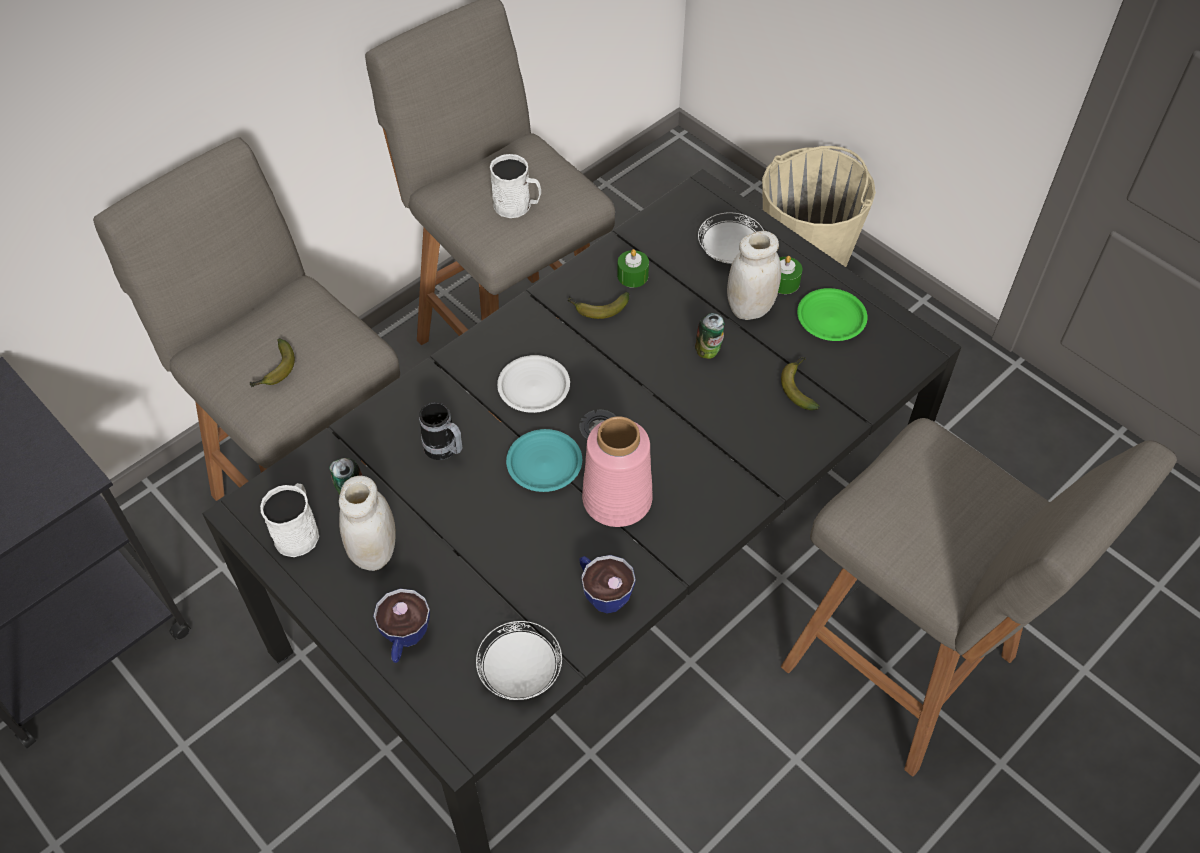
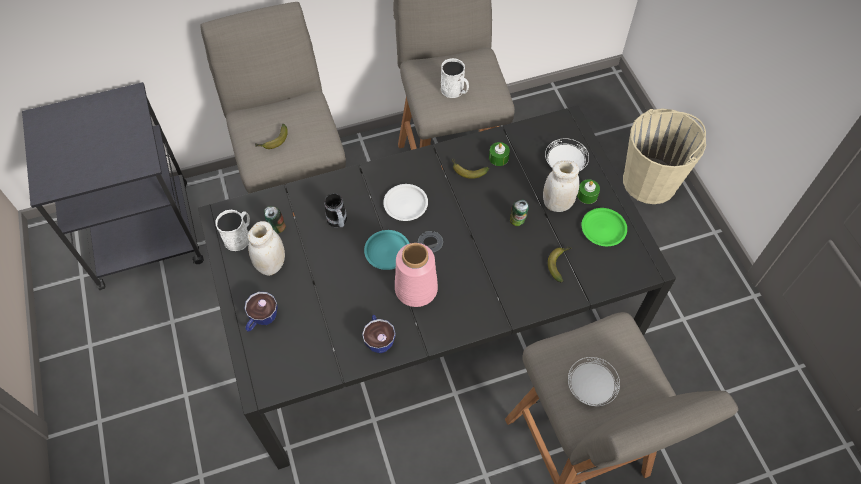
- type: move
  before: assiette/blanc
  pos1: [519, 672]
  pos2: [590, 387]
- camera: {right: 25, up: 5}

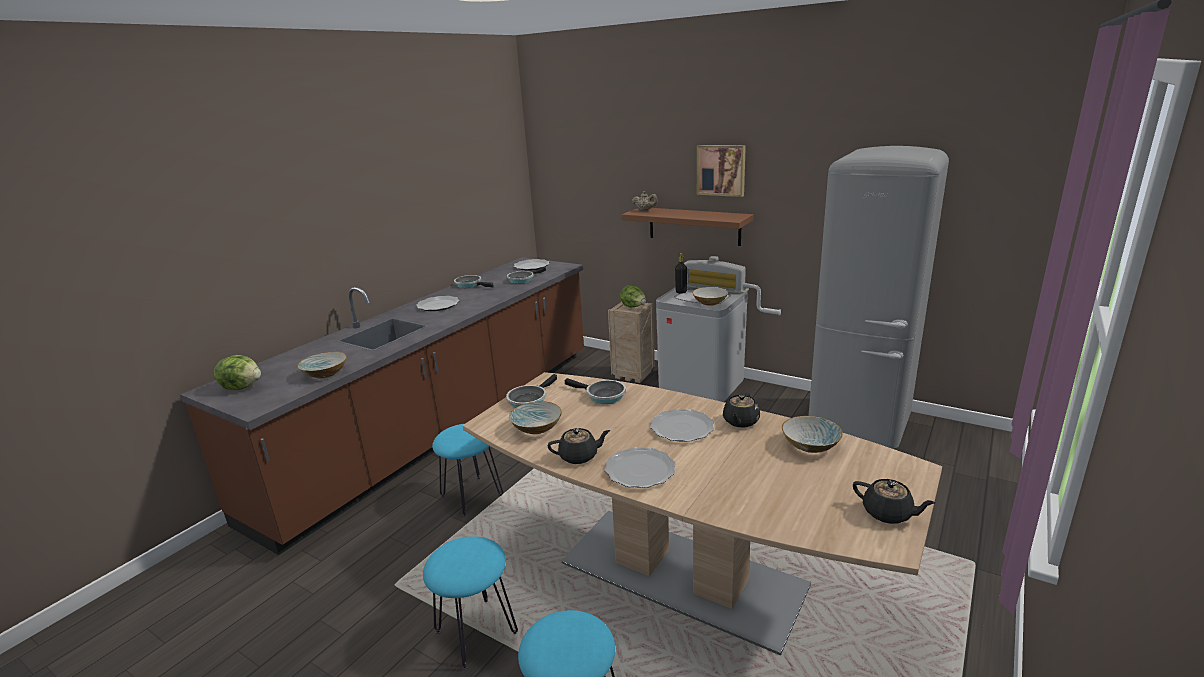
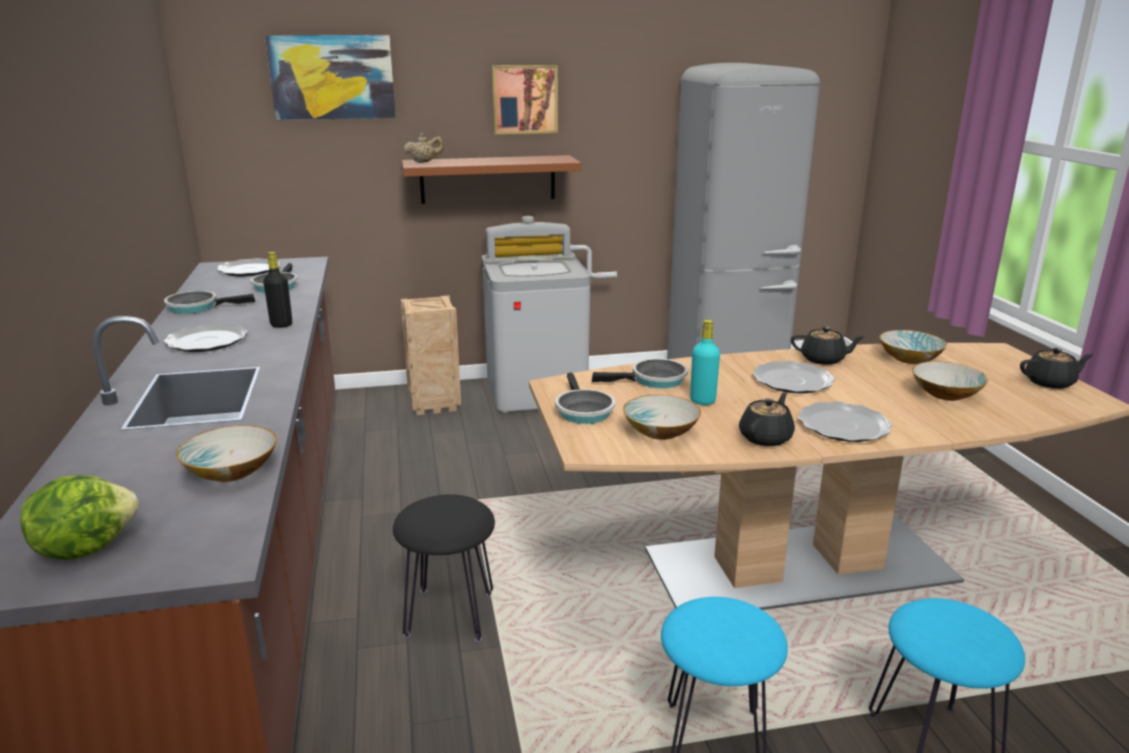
- type: move
  before: bouteille/noir
  pos1: [681, 292]
  pos2: [281, 325]
- type: delete
  before: laitue
  pos1: [634, 307]
- type: move
  before: bol
  pos1: [709, 303]
  pos2: [945, 394]
- type: rotate
  before: théière/noir
  pos1: [740, 421]
  pos2: [823, 360]
  turn: -60
- type: recolor
  before: tabouret/turquoise
  after: tabouret/noir
  pos1: [472, 496]
  pos2: [449, 614]
- type: insert
  after: tableau
  pos2: [332, 77]
- type: insert
  after: bouteille/turquoise
  pos2: [702, 401]
- camera: {right: -45, up: 0}

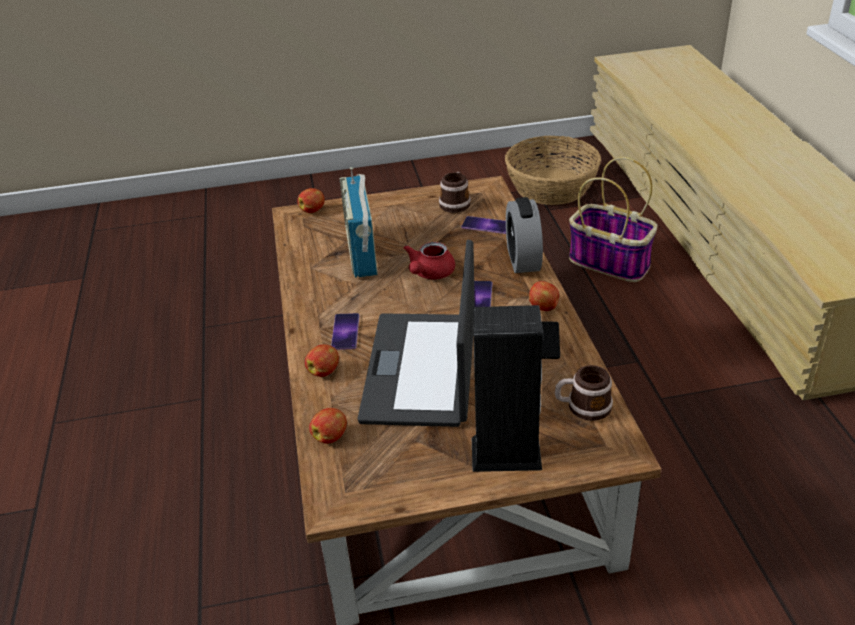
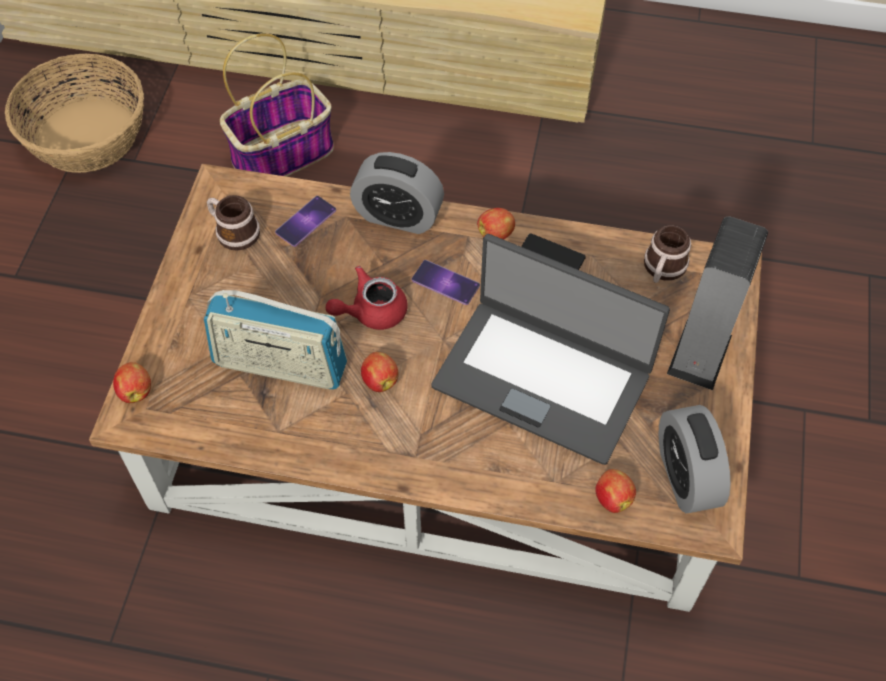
- type: rotate
  before: théière/rouge
  pos1: [429, 274]
  pos2: [371, 312]
  turn: 105
- type: delete
  before: téléphone
  pos1: [345, 331]
- type: move
  before: pomme
  pos1: [324, 371]
  pos2: [379, 380]
- type: insert
  after: réveil
  pos2: [686, 476]
- camera: {right: -70, up: 20}

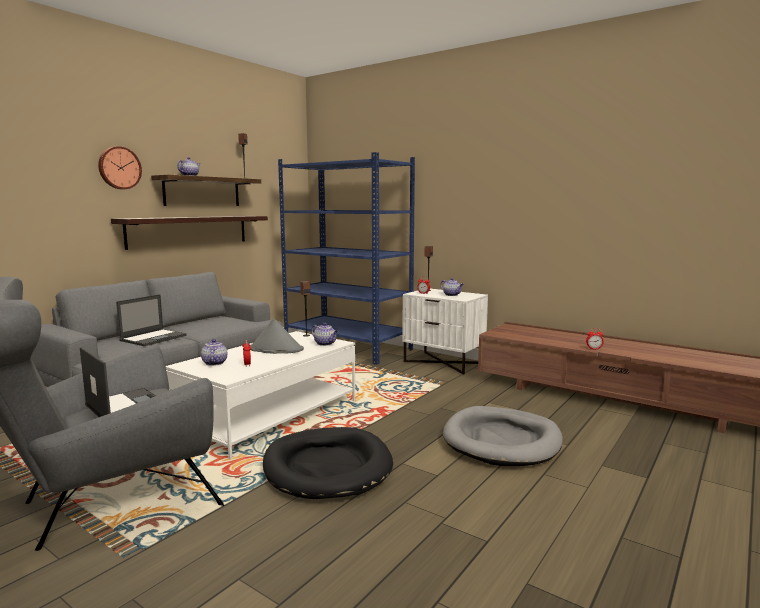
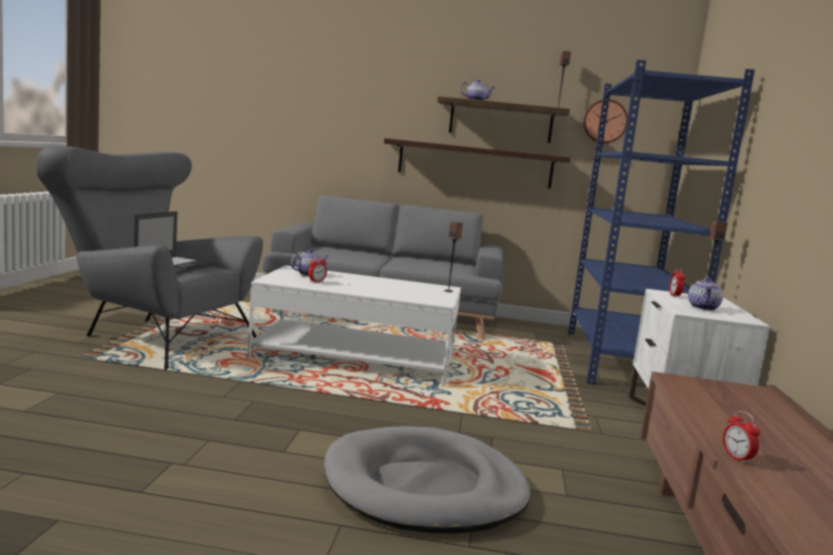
- type: move
  before: horloge murale
  pos1: [119, 168]
  pos2: [605, 121]
- type: delete
  before: ordinateur portable
  pos1: [154, 338]
- type: delete
  before: chapeau/gris
  pos1: [276, 349]
- type: delete
  before: théière
  pos1: [325, 343]
- type: delete
  before: panier pour chien/noir
  pos1: [327, 467]
- camera: {right: 60, up: 0}

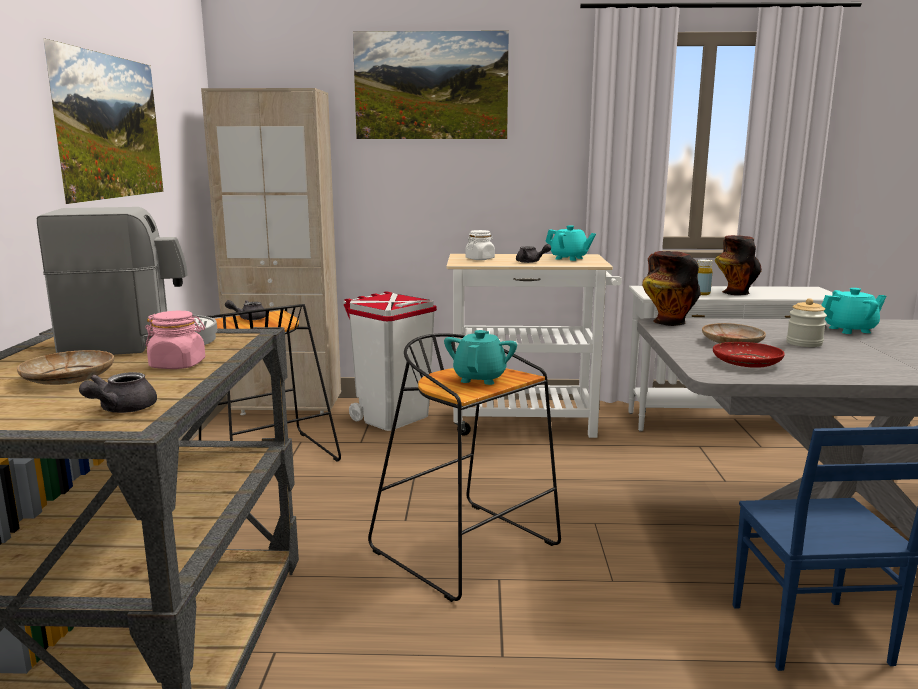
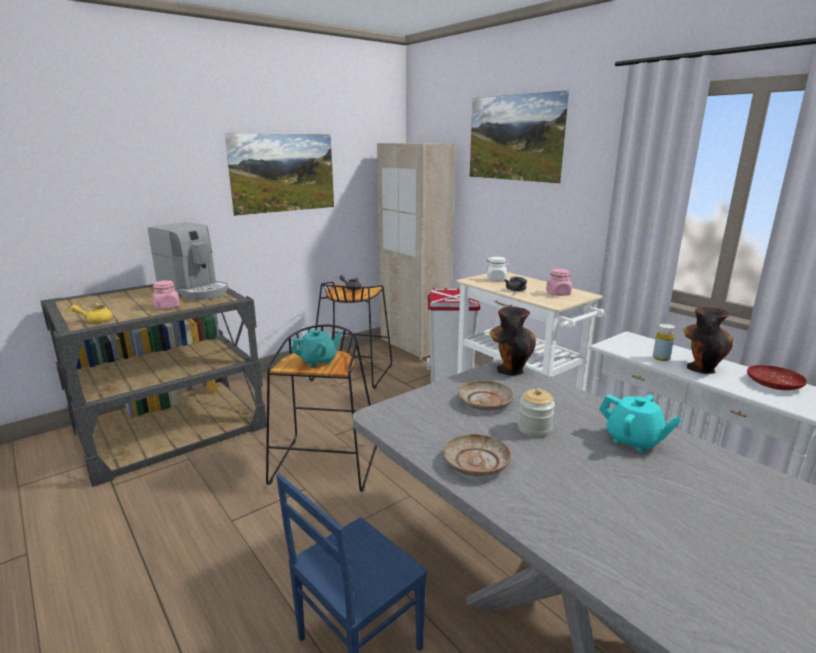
- type: replace
  before: théière/turquoise
  after: bocal/rose
  pos1: [569, 258]
  pos2: [558, 294]
- type: move
  before: assiette/rouge
  pos1: [747, 363]
  pos2: [773, 384]
- type: move
  before: assiette/beige
  pos1: [68, 378]
  pos2: [476, 463]
- type: recolor
  before: théière/gris
  after: théière/jaune
  pos1: [121, 410]
  pos2: [96, 320]
- camera: {right: 50, up: 5}

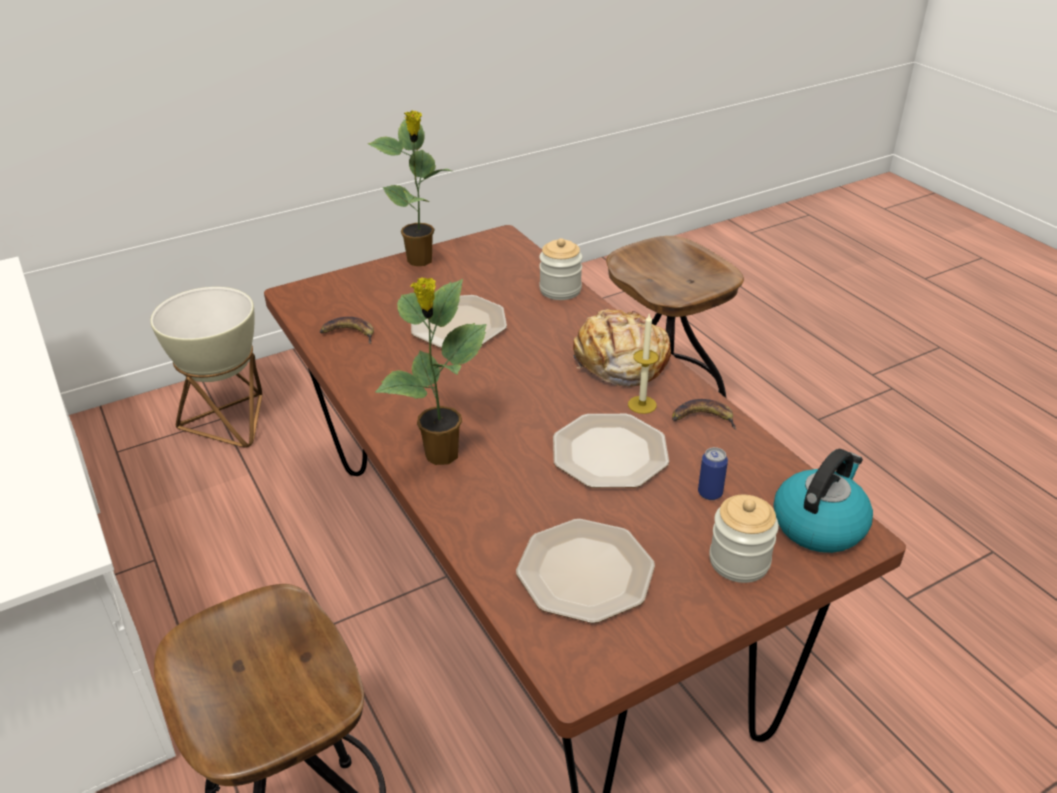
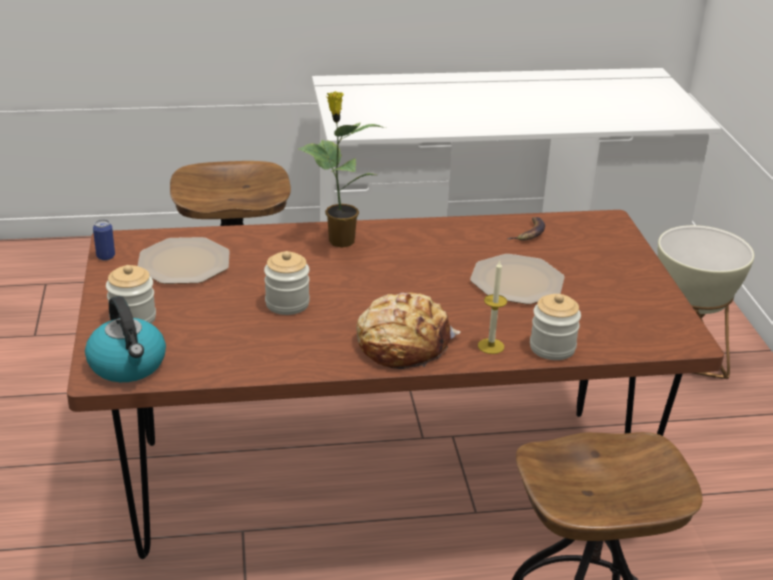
- type: delete
  before: plante en pot
  pos1: [421, 261]
- type: move
  before: bougie
  pos1: [642, 405]
  pos2: [491, 346]
- type: delete
  before: banane
  pos1: [702, 418]
- type: replace
  before: assiette
  after: bocal
  pos1: [609, 452]
  pos2: [287, 304]
- type: move
  before: boîte métallique
  pos1: [710, 493]
  pos2: [105, 256]
- camera: {right: 110, up: -5}

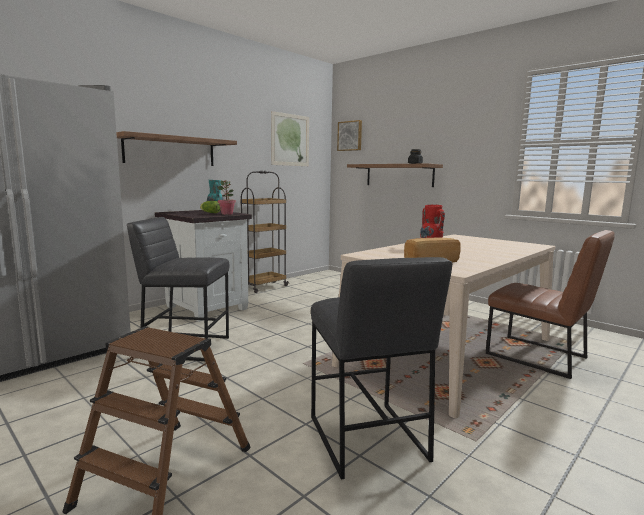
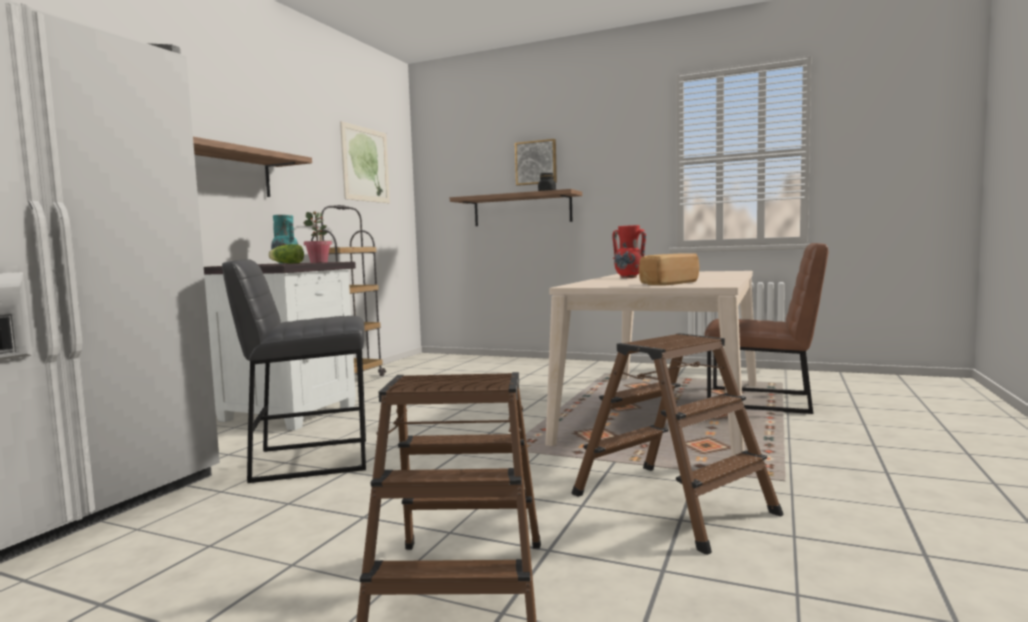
- type: move
  before: tableau
  pos1: [350, 136]
  pos2: [536, 162]
- type: replace
  before: tabouret/gris
  after: escabeau/marron
  pos1: [367, 439]
  pos2: [671, 503]
- camera: {right: -20, up: -5}

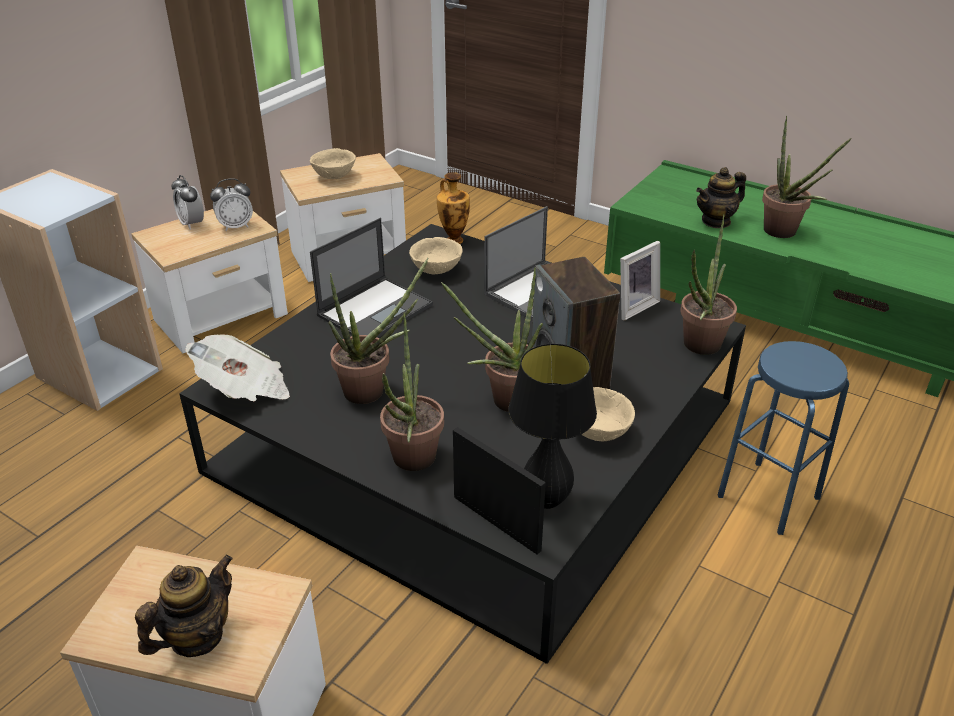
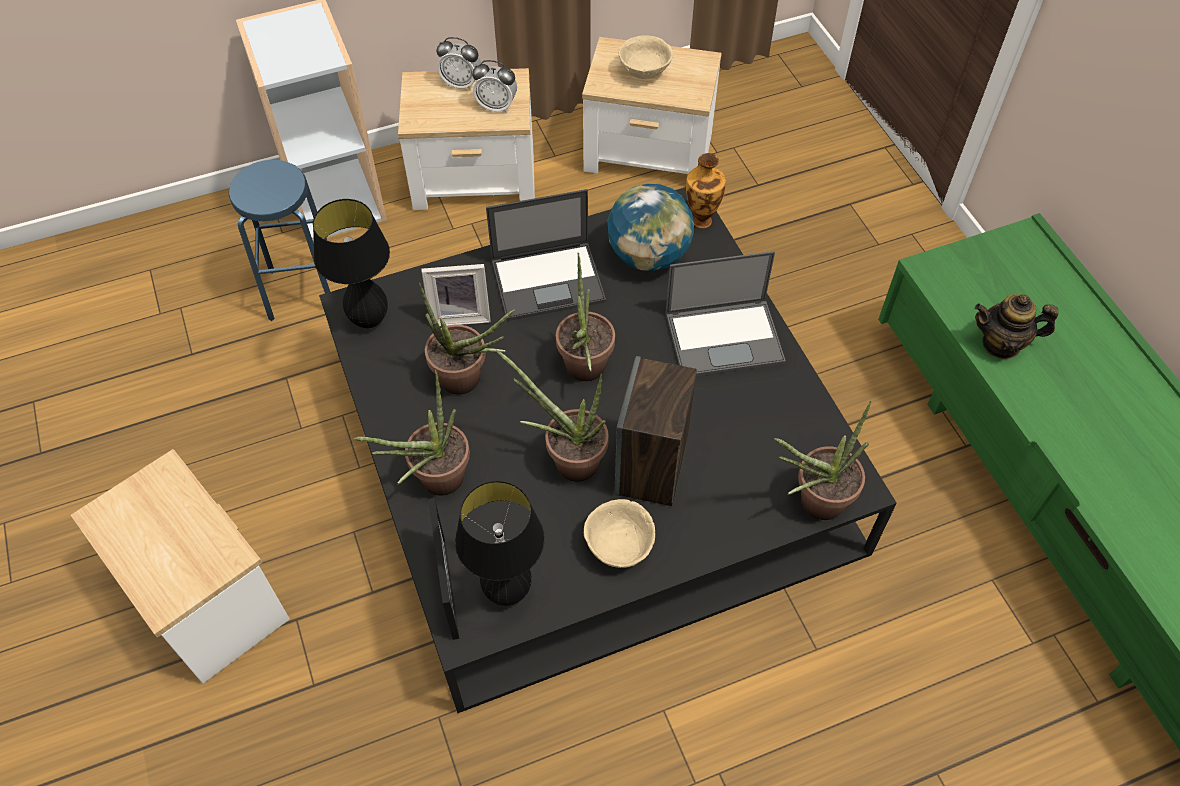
- type: move
  before: plante en pot
  pos1: [785, 234]
  pos2: [584, 373]
- type: rotate
  before: réveil
  pos1: [192, 224]
  pos2: [461, 83]
  turn: -75
- type: replace
  before: bol/beige
  after: globe
  pos1: [437, 270]
  pos2: [649, 255]
- type: move
  before: cadre photo
  pos1: [633, 306]
  pos2: [460, 314]
- type: replace
  before: journal
  after: lampe de table/noir
  pos1: [245, 389]
  pos2: [369, 320]
- type: move
  before: tabouret/bleu
  pos1: [768, 496]
  pos2: [302, 291]
- type: delete
  before: théière
  pos1: [196, 637]
- camera: {right: 35, up: 20}

